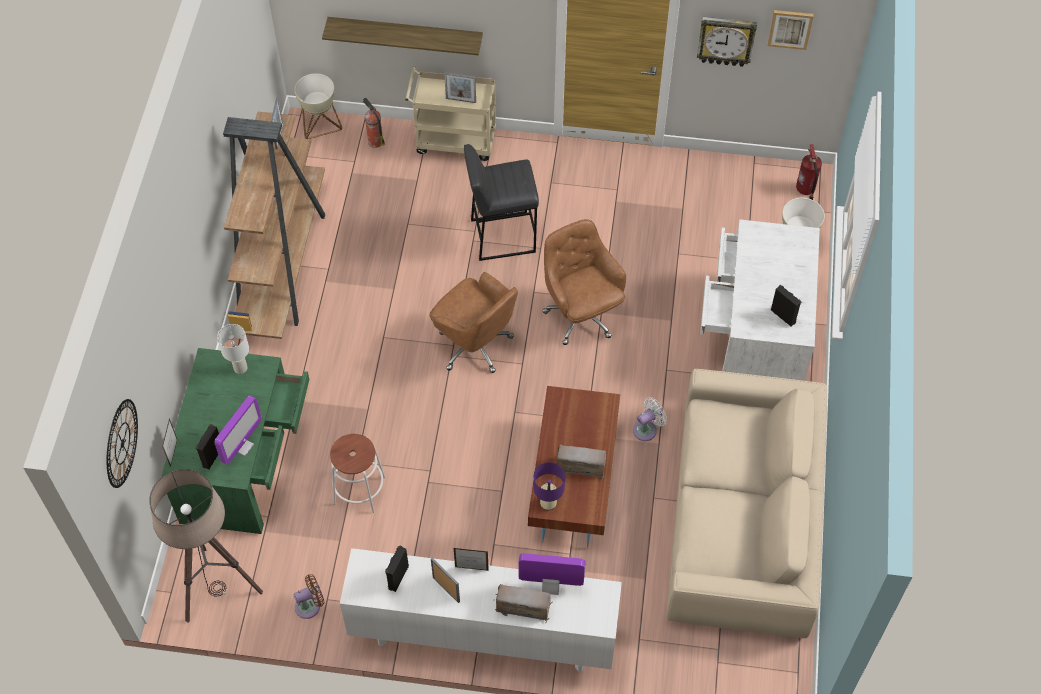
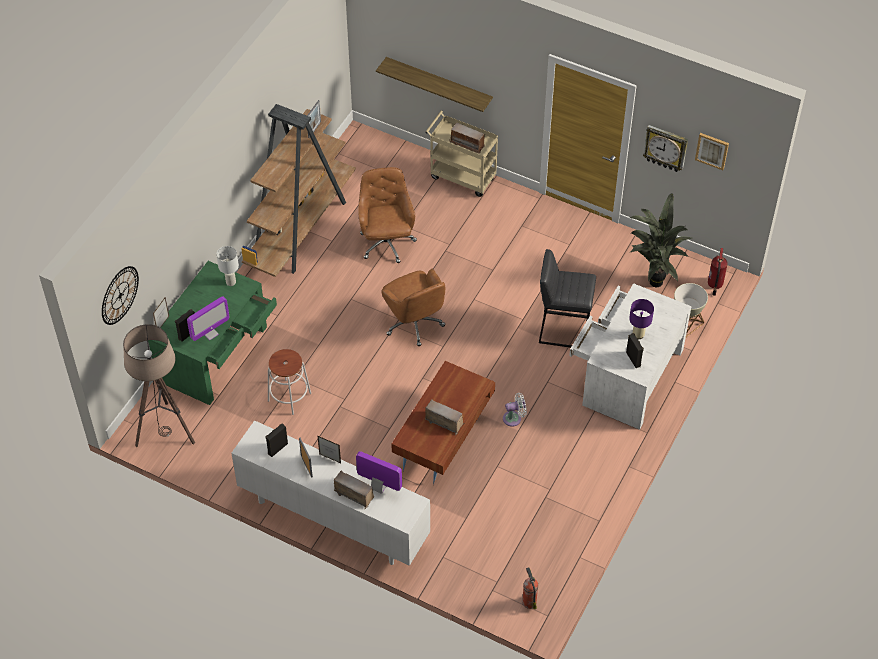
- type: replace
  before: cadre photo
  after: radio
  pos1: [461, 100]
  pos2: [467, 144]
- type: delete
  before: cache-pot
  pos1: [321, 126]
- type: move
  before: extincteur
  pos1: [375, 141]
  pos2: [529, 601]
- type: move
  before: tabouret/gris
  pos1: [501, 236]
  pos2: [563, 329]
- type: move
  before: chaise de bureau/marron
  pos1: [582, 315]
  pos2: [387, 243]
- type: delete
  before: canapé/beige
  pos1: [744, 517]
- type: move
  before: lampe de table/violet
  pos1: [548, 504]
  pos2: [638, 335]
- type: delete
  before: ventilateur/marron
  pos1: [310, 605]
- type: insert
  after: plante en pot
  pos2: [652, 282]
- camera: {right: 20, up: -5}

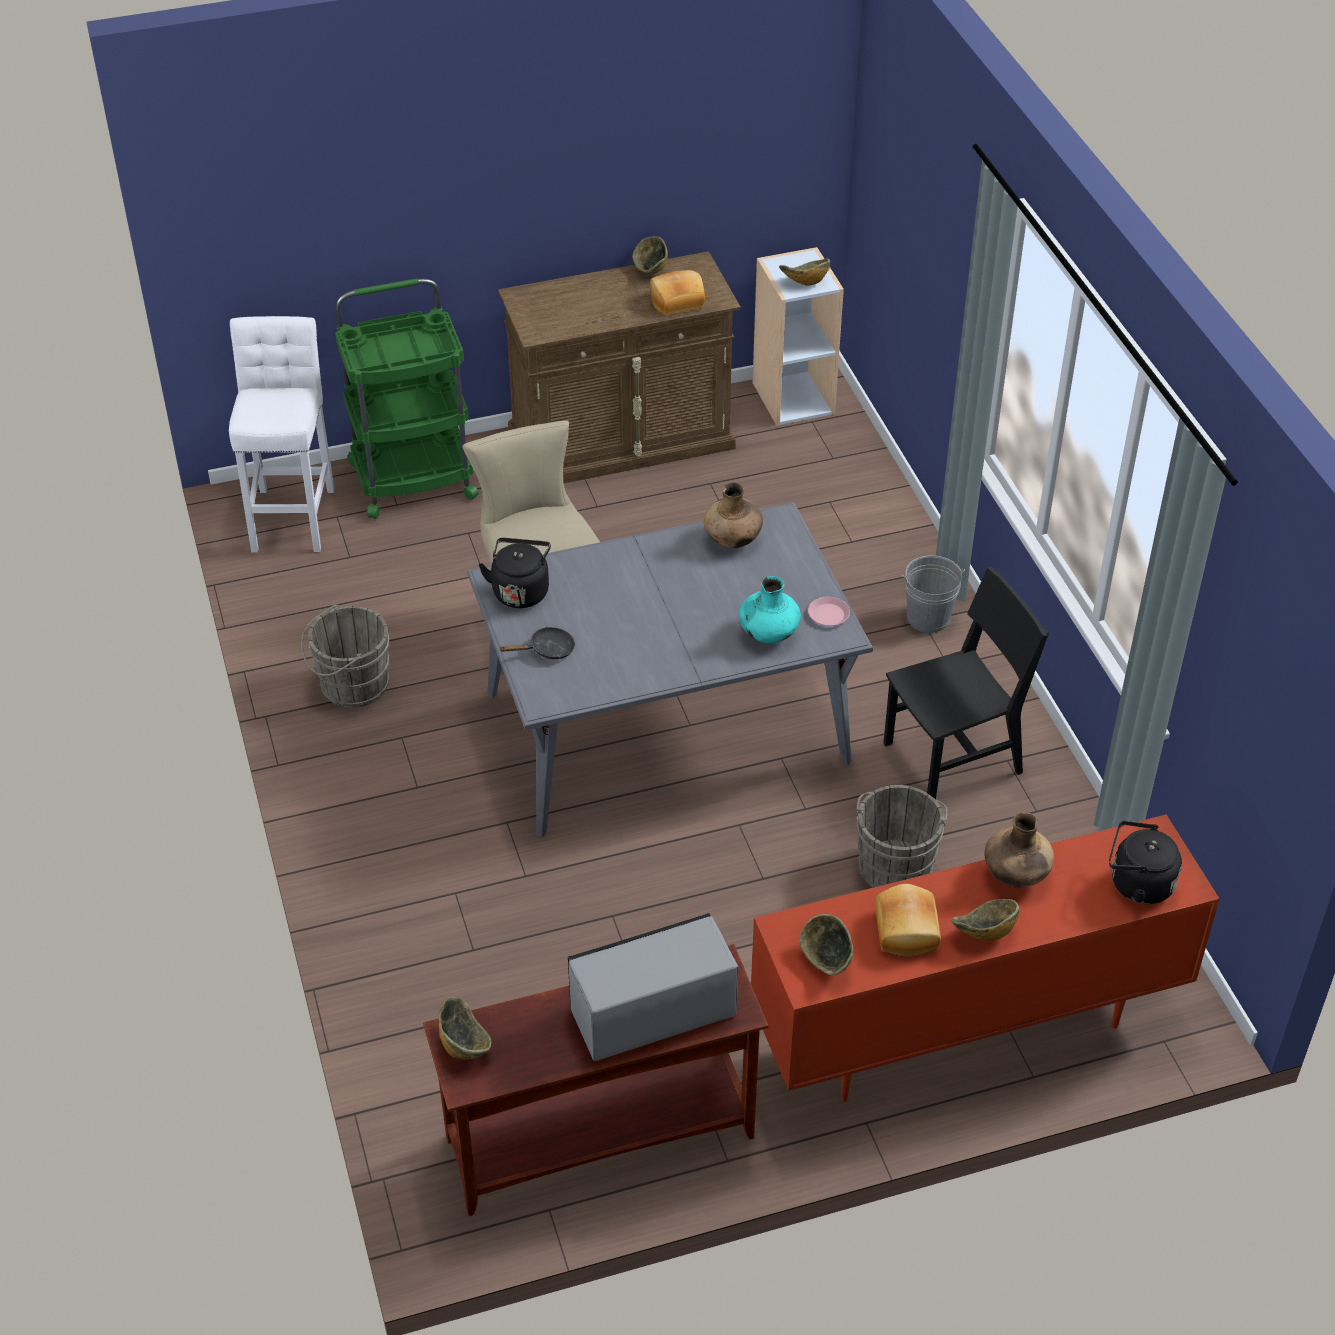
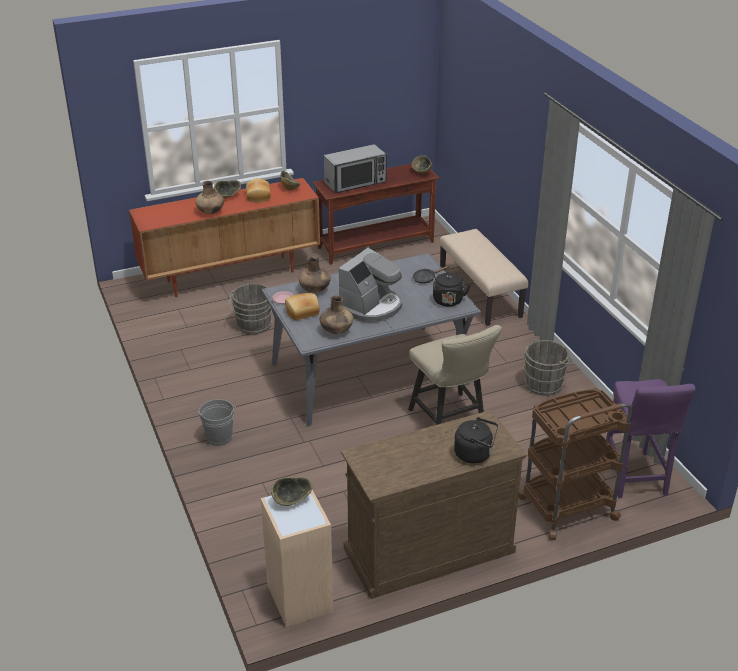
- type: delete
  before: bol
  pos1: [651, 271]
- type: move
  before: pain
  pos1: [676, 301]
  pos2: [302, 312]
- type: recolor
  before: chariot/vert
  after: chariot/marron
  pos1: [413, 481]
  pos2: [567, 508]
- type: recolor
  before: tabouret/blanc
  after: tabouret/violet
  pos1: [293, 515]
  pos2: [634, 478]
- type: delete
  before: chaise/noir
  pos1: [953, 758]
- type: recolor
  before: vase/turquoise
  after: vase/marron
  pos1: [768, 634]
  pos2: [315, 290]
- type: move
  before: bouilloire/noir
  pos1: [1137, 884]
  pos2: [475, 454]
- type: insert
  after: banc/beige
  pos2: [480, 295]
- type: insert
  after: machine à café
  pos2: [371, 307]
- camera: {right: 175, up: -10}

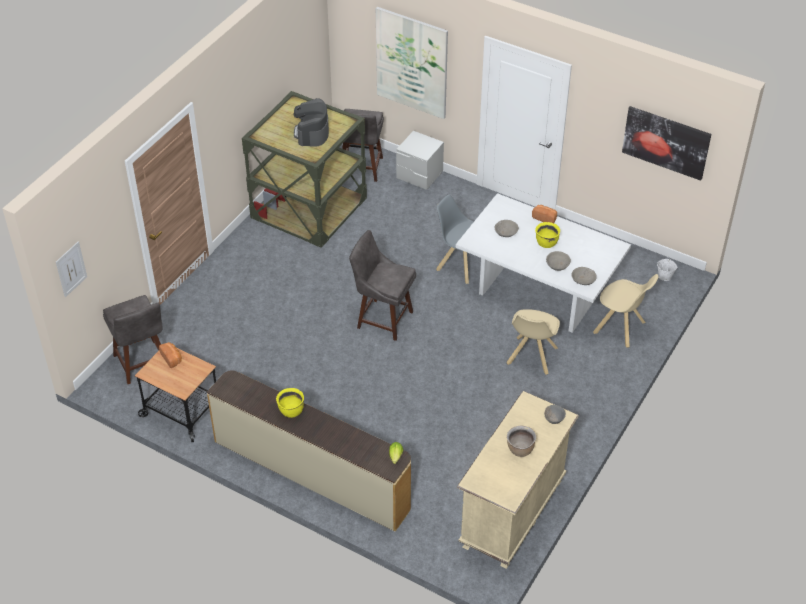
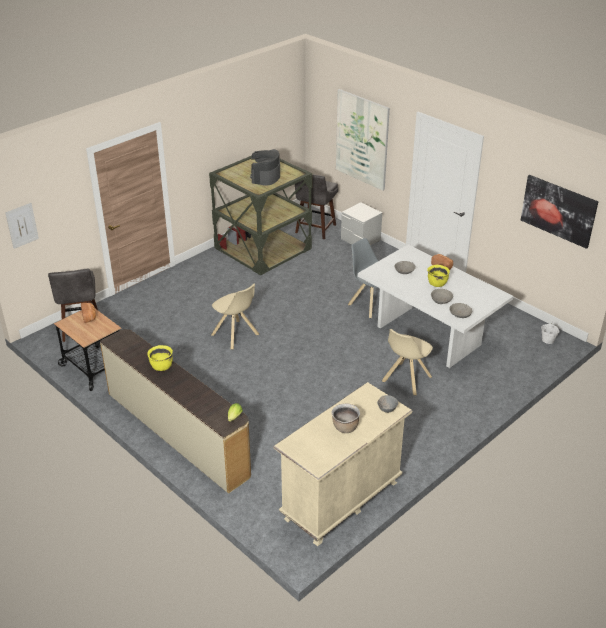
- type: delete
  before: tabouret/gris
  pos1: [383, 319]
- type: move
  before: chaise/beige
  pos1: [620, 328]
  pos2: [236, 335]
- camera: {right: 15, up: -10}

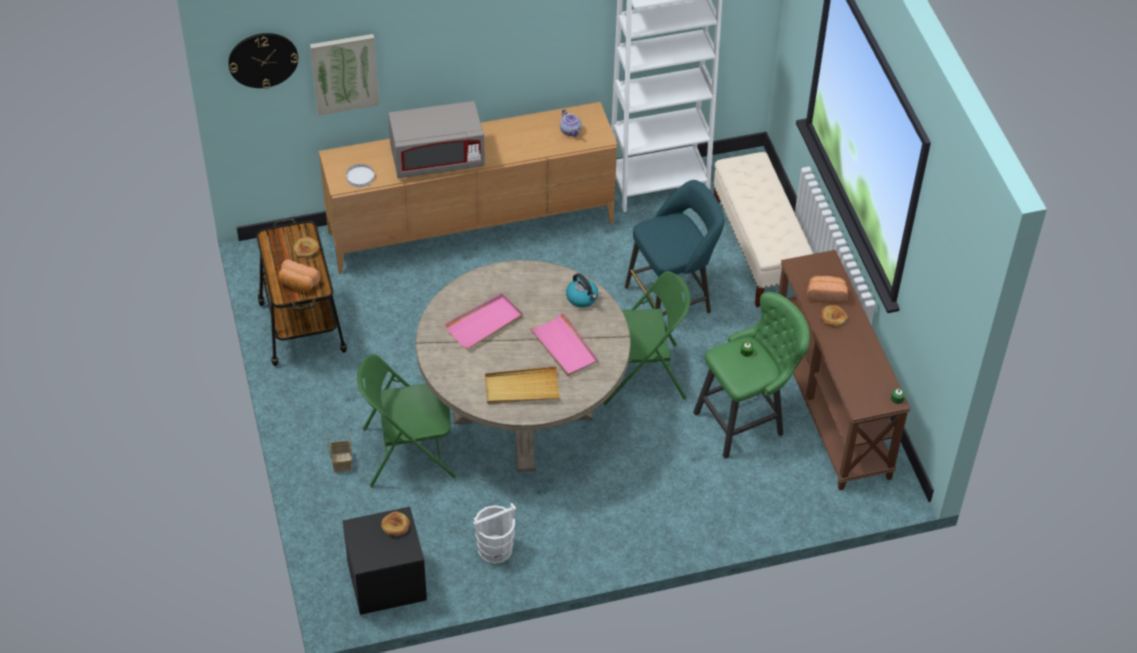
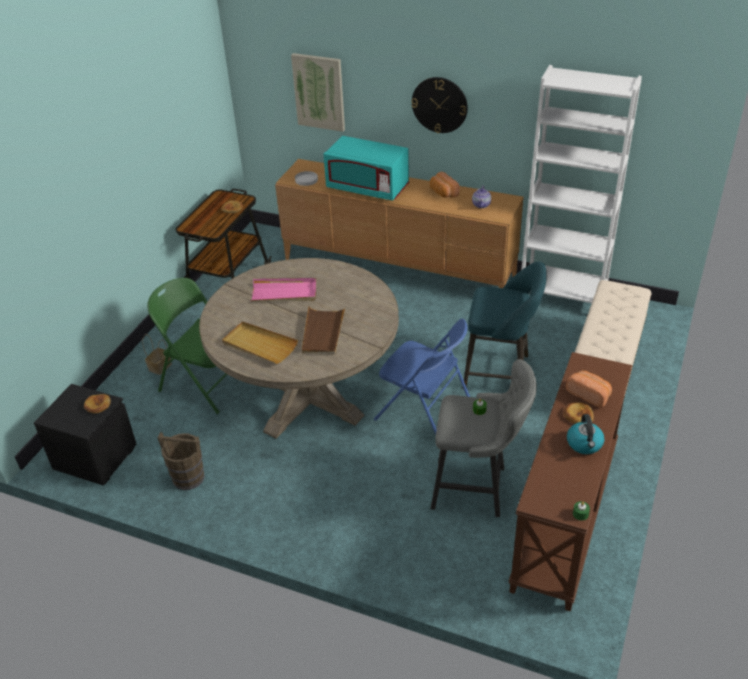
- type: move
  before: horloge murale
  pos1: [263, 59]
  pos2: [439, 105]
- type: recolor
  before: micro-ondes/gris
  after: micro-ondes/turquoise
  pos1: [437, 159]
  pos2: [368, 188]
- type: move
  before: pain
  pos1: [298, 284]
  pos2: [443, 193]
- type: recolor
  before: chaise/vert
  after: chaise/bleu
  pos1: [640, 374]
  pos2: [423, 412]
- type: move
  before: bouilloire
  pos1: [582, 298]
  pos2: [584, 444]
- type: recolor
  before: tabouret/vert
  after: tabouret/gris
  pos1: [747, 419]
  pos2: [479, 489]
- type: recolor
  before: plateau/rose
  after: plateau/marron
  pos1: [564, 347]
  pos2: [323, 332]
- type: recolor
  before: seau/blanc
  after: seau/marron
  pos1: [494, 549]
  pos2: [188, 477]
- camera: {right: 40, up: -10}

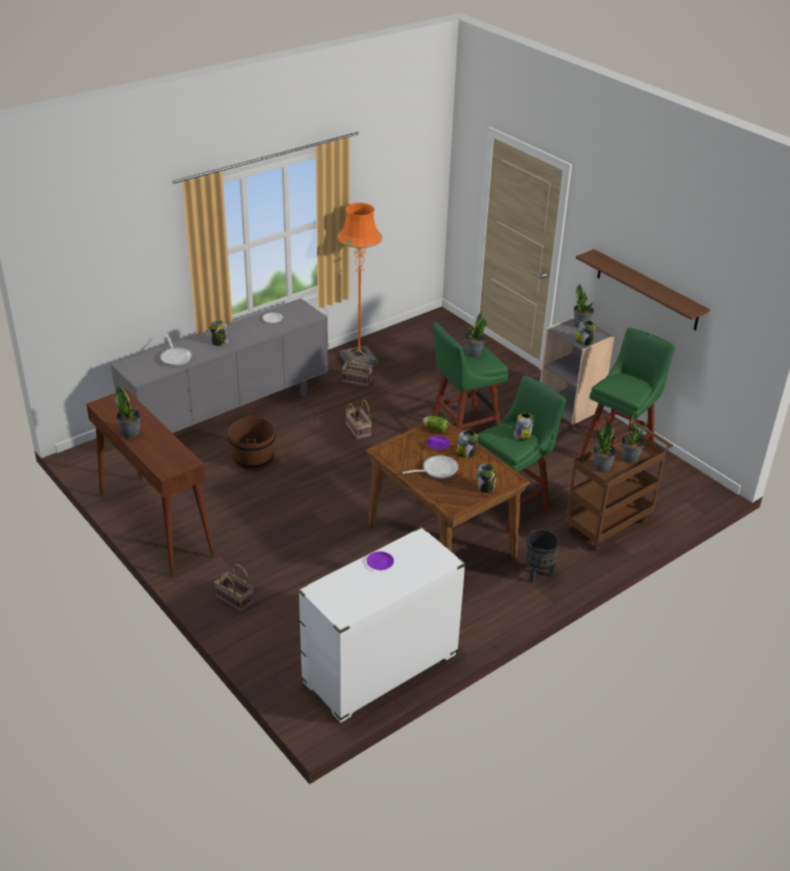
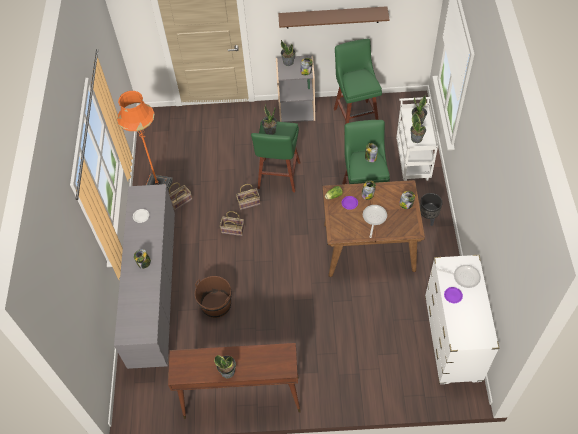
- type: move
  before: poêle
  pos1: [176, 357]
  pos2: [463, 277]
- type: recolor
  before: chariot/marron
  after: chariot/blanc
  pos1: [610, 525]
  pos2: [412, 161]
- type: move
  before: panier
  pos1: [233, 599]
  pos2: [248, 203]
- camera: {right: -50, up: 20}

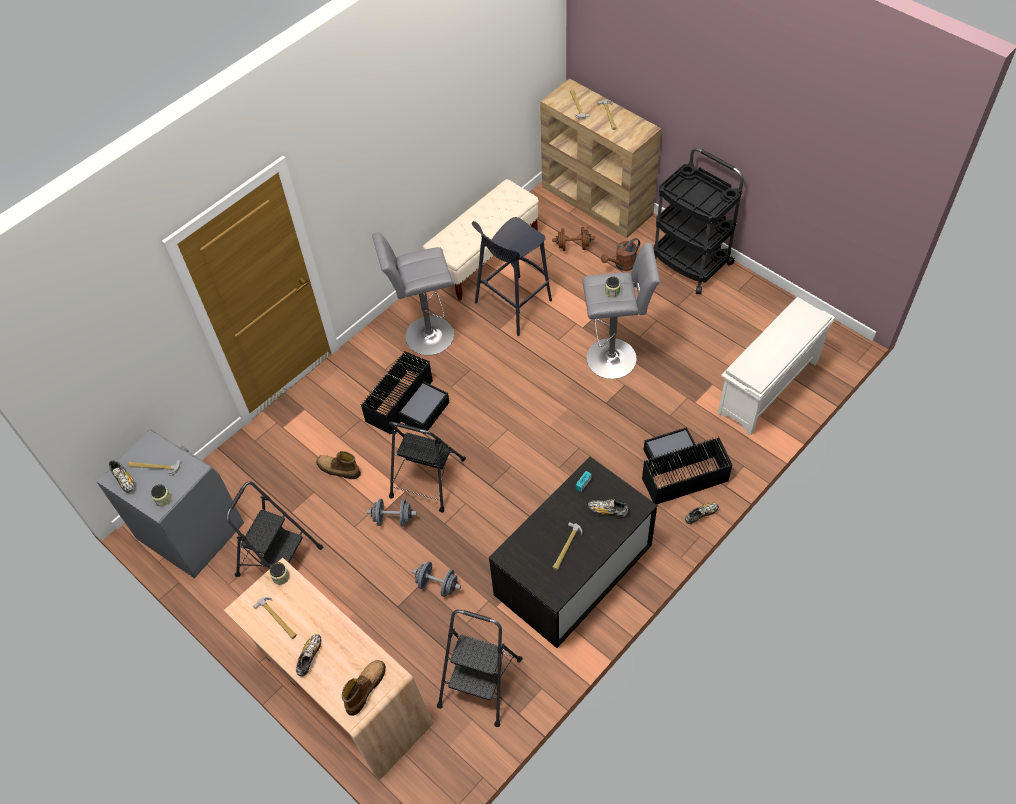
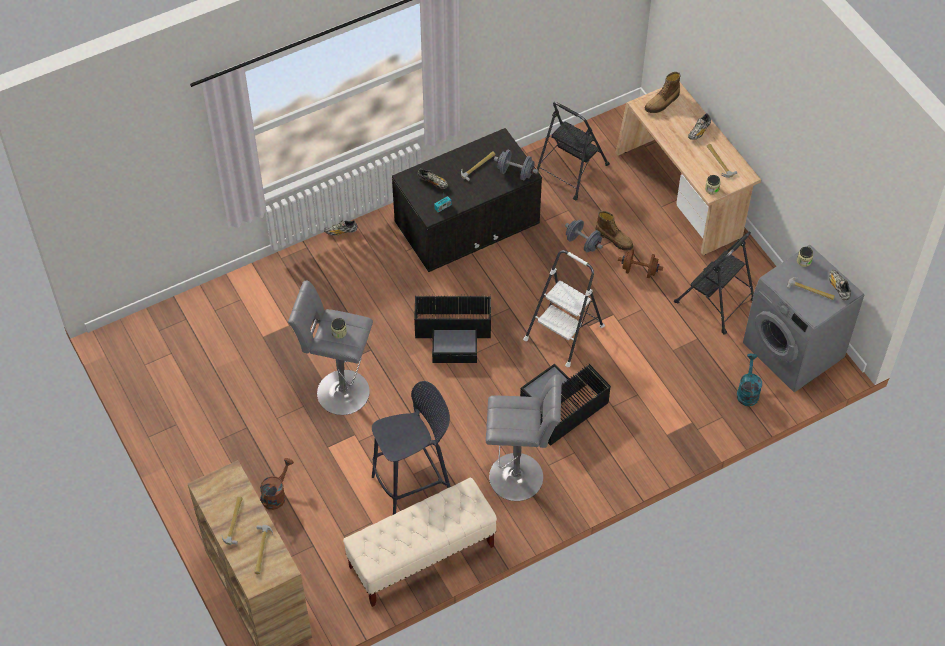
- type: delete
  before: chariot/noir
  pos1: [689, 264]
- type: move
  before: haltère/marron
  pos1: [573, 246]
  pos2: [639, 271]
- type: rotate
  before: arrosoir/marron
  pos1: [622, 265]
  pos2: [276, 494]
  turn: -45
- type: delete
  before: étagère à chaussures/blanc
  pos1: [768, 388]
- type: recolor
  before: escabeau/noir
  after: escabeau/blanc
  pos1: [426, 479]
  pos2: [565, 330]
- type: move
  before: boîte de rangement/noir
  pos1: [679, 472]
  pos2: [454, 333]
- type: move
  before: botte
  pos1: [338, 470]
  pos2: [614, 238]
- type: move
  before: haltère/gris
  pos1: [393, 519]
  pos2: [515, 172]
- type: insert
  after: arrosoir/turquoise
  pos2: [747, 391]
- camera: {right: -165, up: 0}

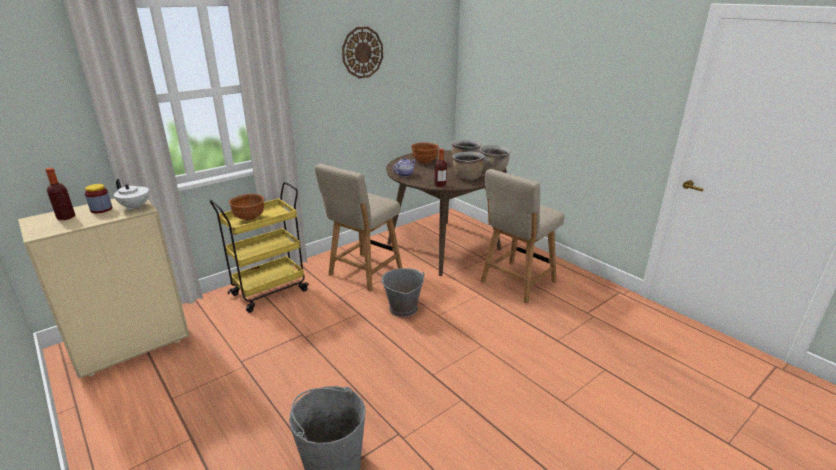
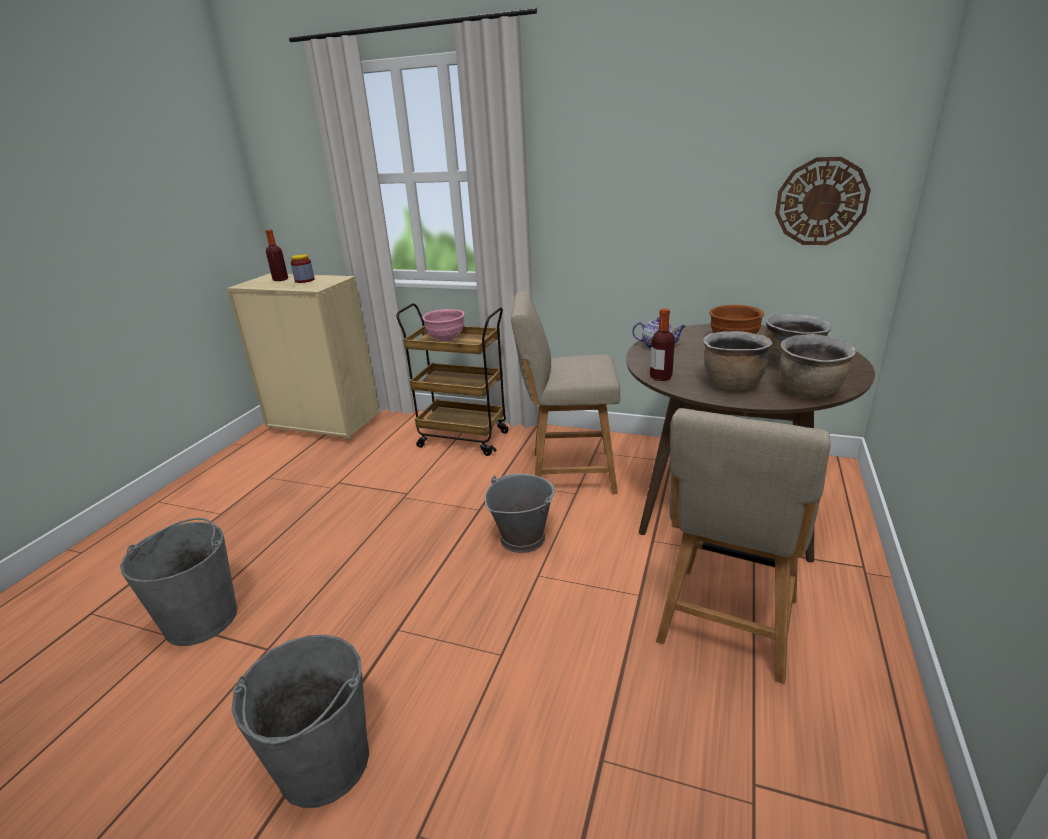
- type: move
  before: horloge murale
  pos1: [362, 52]
  pos2: [821, 202]
- type: rotate
  before: chaise/beige
  pos1: [516, 283]
  pos2: [726, 625]
  turn: -75
- type: delete
  before: théière/blanc
  pos1: [135, 207]
- type: recolor
  before: chariot/jaune
  after: chariot/marron
  pos1: [270, 292]
  pos2: [464, 439]
- type: recolor
  before: bol/marron
  after: bol/rose
  pos1: [249, 218]
  pos2: [445, 339]
- type: insert
  after: seau/gris
  pos2: [323, 763]
- camera: {right: 60, up: 0}

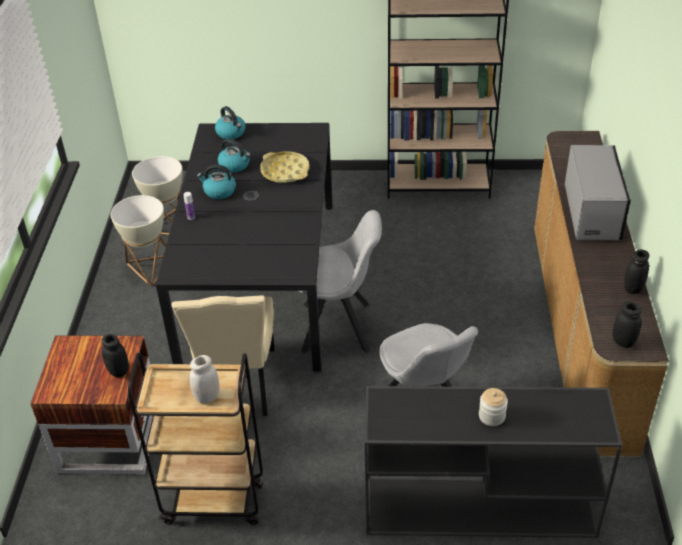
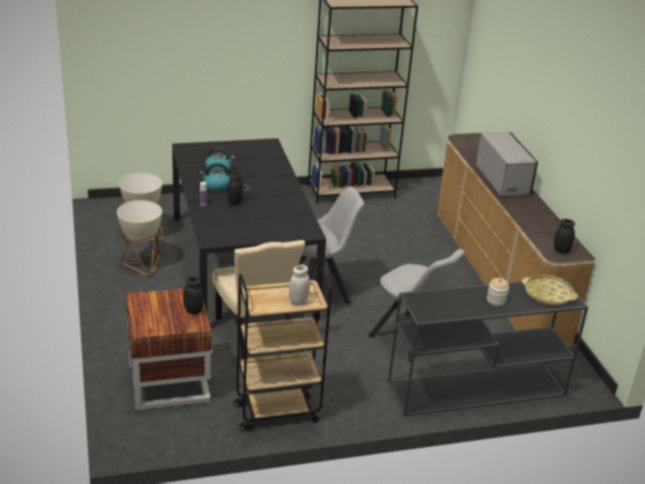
- type: delete
  before: bouilloire
  pos1: [231, 133]
- type: move
  before: plateau/jaune
  pos1: [285, 171]
  pos2: [548, 294]
- type: move
  before: bocal/noir
  pos1: [633, 288]
  pos2: [235, 202]
- camera: {right: -20, up: -10}

